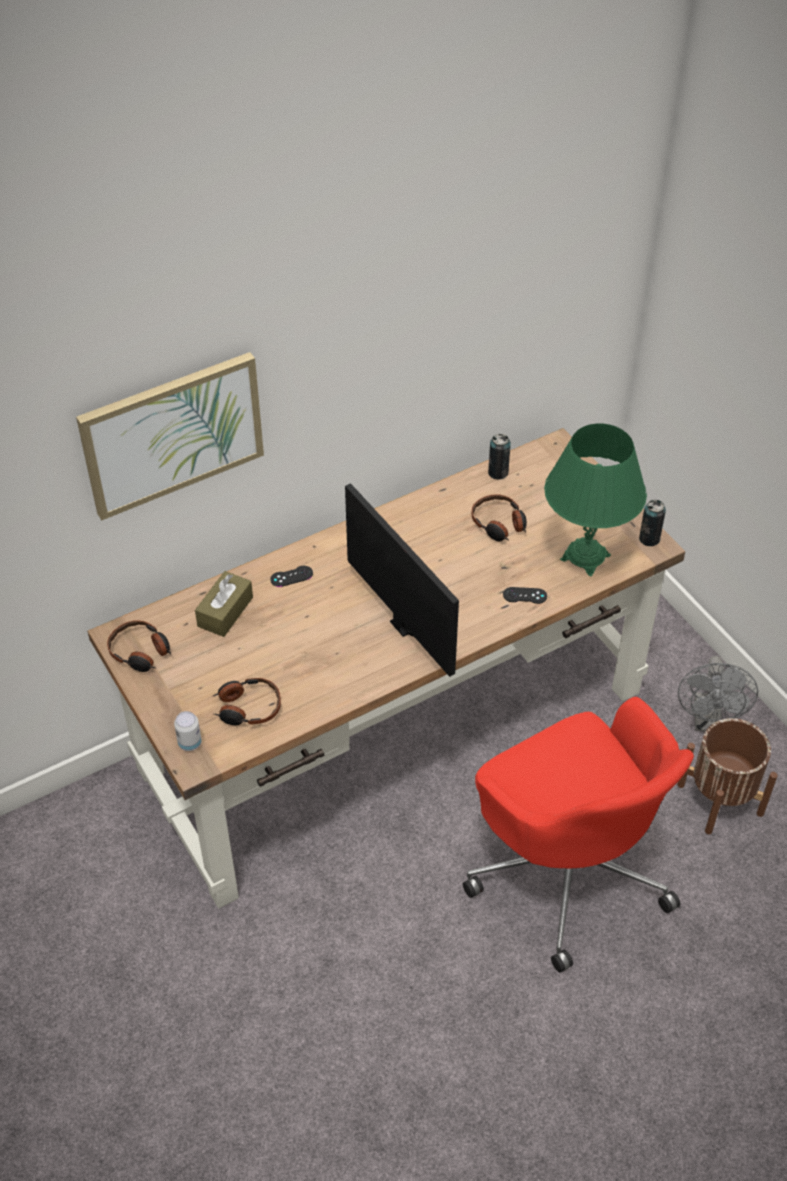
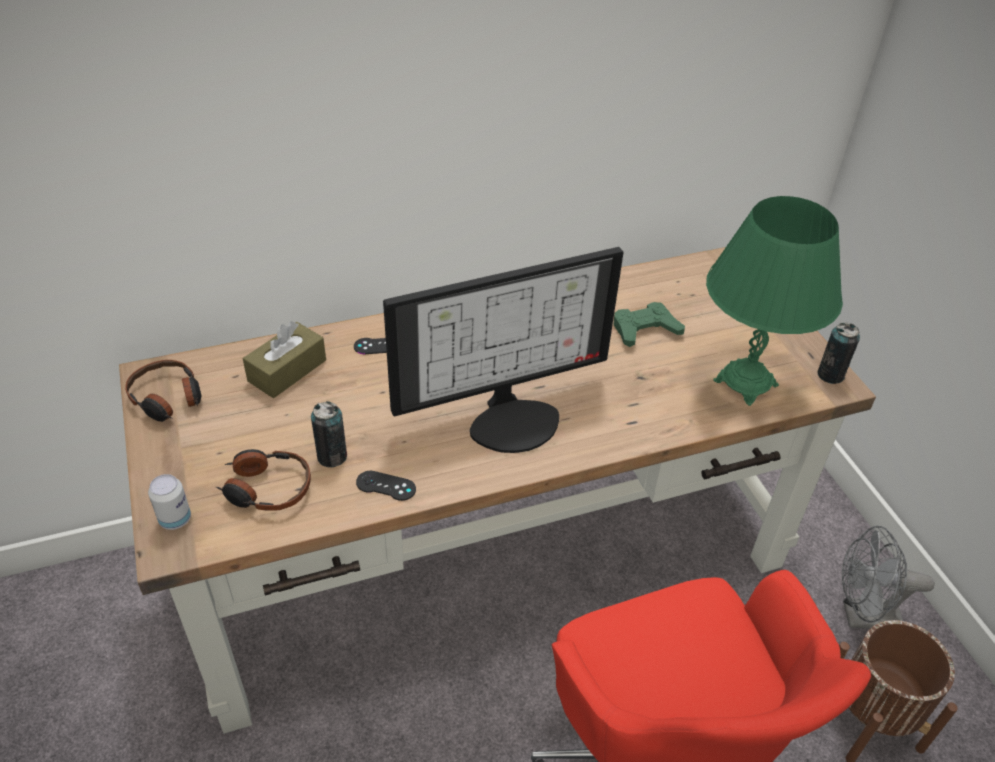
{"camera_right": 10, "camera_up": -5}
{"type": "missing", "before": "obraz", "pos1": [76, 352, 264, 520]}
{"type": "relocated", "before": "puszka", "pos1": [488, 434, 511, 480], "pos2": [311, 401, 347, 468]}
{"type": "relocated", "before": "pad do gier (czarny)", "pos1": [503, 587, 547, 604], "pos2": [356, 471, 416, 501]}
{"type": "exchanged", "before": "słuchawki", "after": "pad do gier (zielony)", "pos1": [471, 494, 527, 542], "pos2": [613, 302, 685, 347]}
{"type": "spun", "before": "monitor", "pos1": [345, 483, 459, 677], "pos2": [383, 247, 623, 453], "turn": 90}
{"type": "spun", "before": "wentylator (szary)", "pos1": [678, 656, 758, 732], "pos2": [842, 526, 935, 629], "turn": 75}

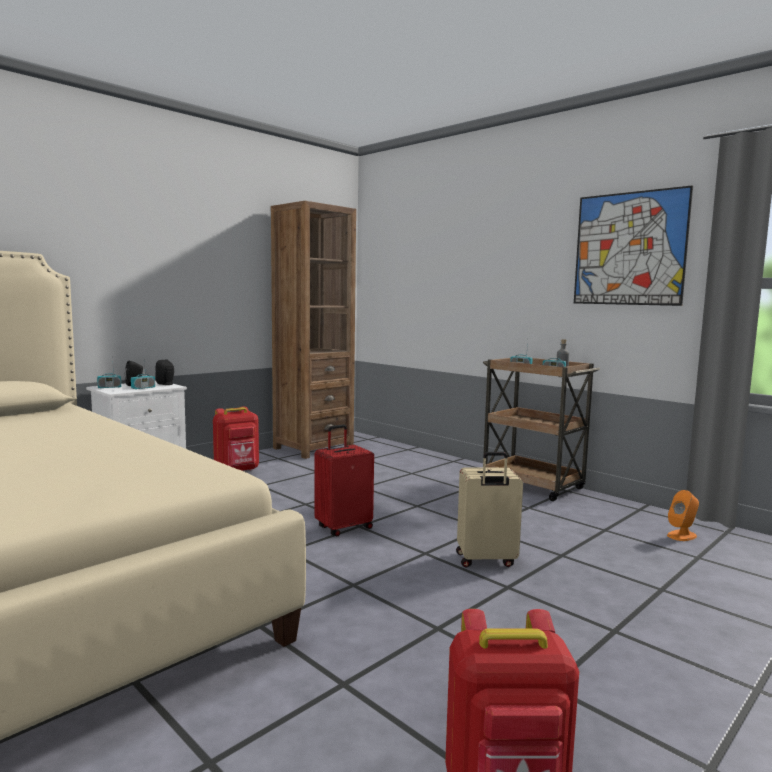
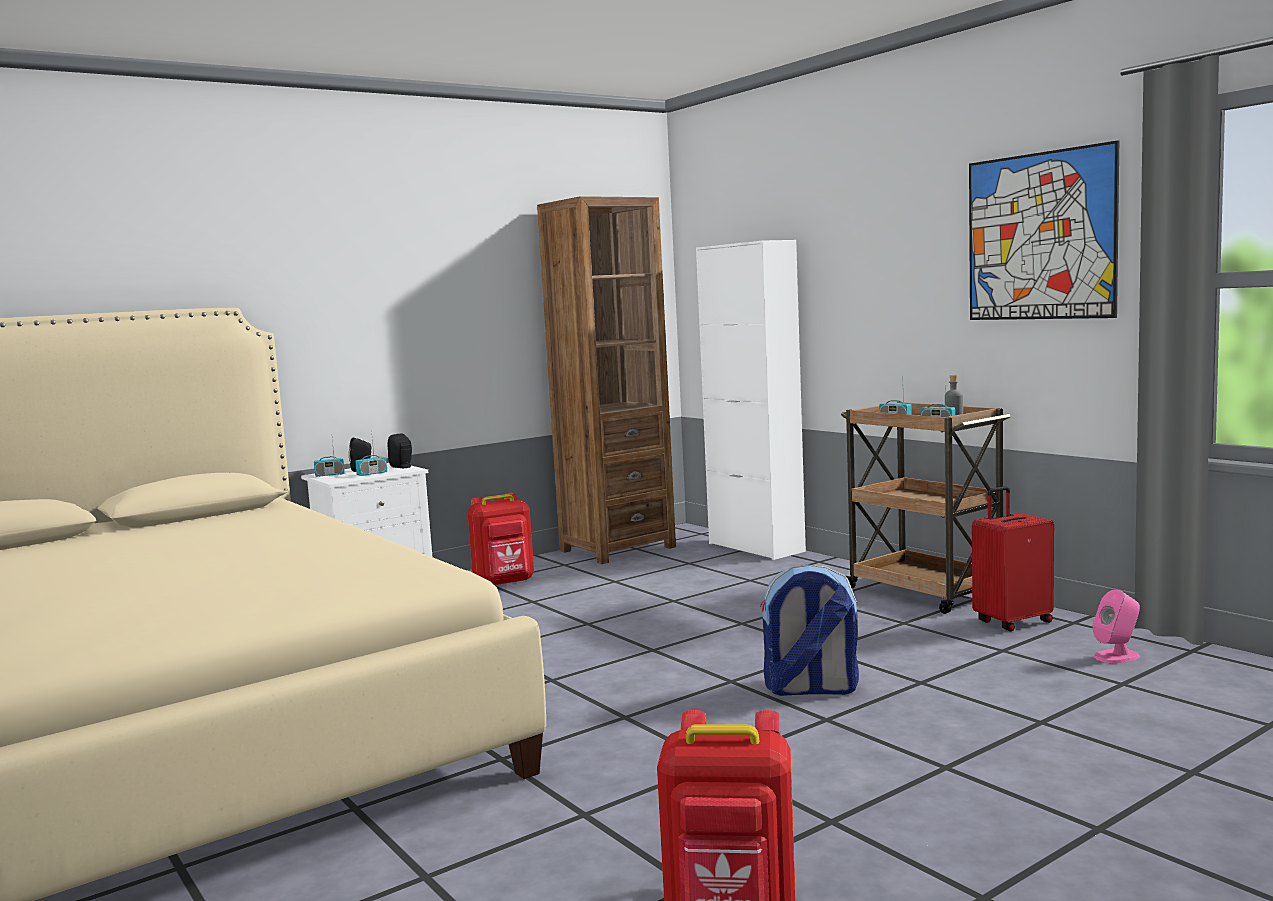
{"camera_right": 10, "camera_up": 0}
{"type": "appeared", "after": "szafka (biały)", "pos2": [696, 240, 806, 560]}
{"type": "relocated", "before": "walizka (czerwony)", "pos1": [314, 424, 374, 536], "pos2": [972, 486, 1054, 631]}
{"type": "exchanged", "before": "walizka (beżowy)", "after": "plecak", "pos1": [456, 452, 523, 567], "pos2": [760, 564, 859, 696]}
{"type": "colour", "before": "głośnik (pomarańczowy)", "after": "głośnik (różowy)", "pos1": [667, 490, 699, 541], "pos2": [1093, 590, 1140, 663]}

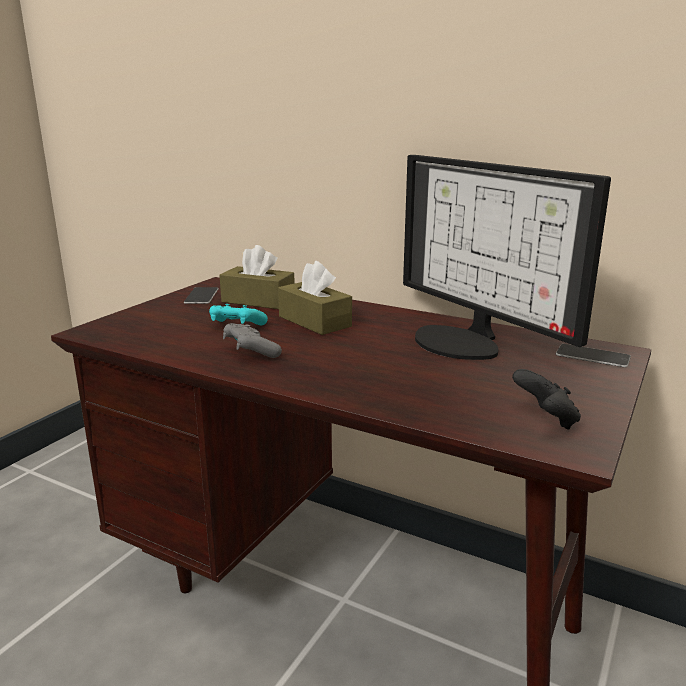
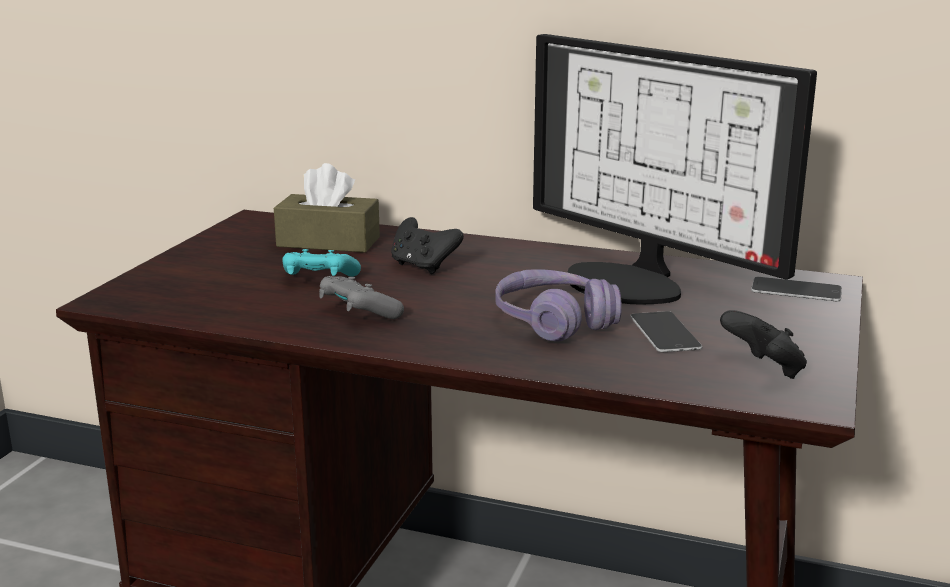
{"camera_right": -10, "camera_up": 0}
{"type": "appeared", "after": "słuchawki (fioletowy)", "pos2": [495, 269, 622, 342]}
{"type": "relocated", "before": "telefon", "pos1": [184, 287, 219, 304], "pos2": [630, 311, 702, 352]}
{"type": "exchanged", "before": "pudełko chusteczek (brązowy)", "after": "pad do gier (czarny)", "pos1": [278, 261, 352, 335], "pos2": [391, 217, 464, 274]}

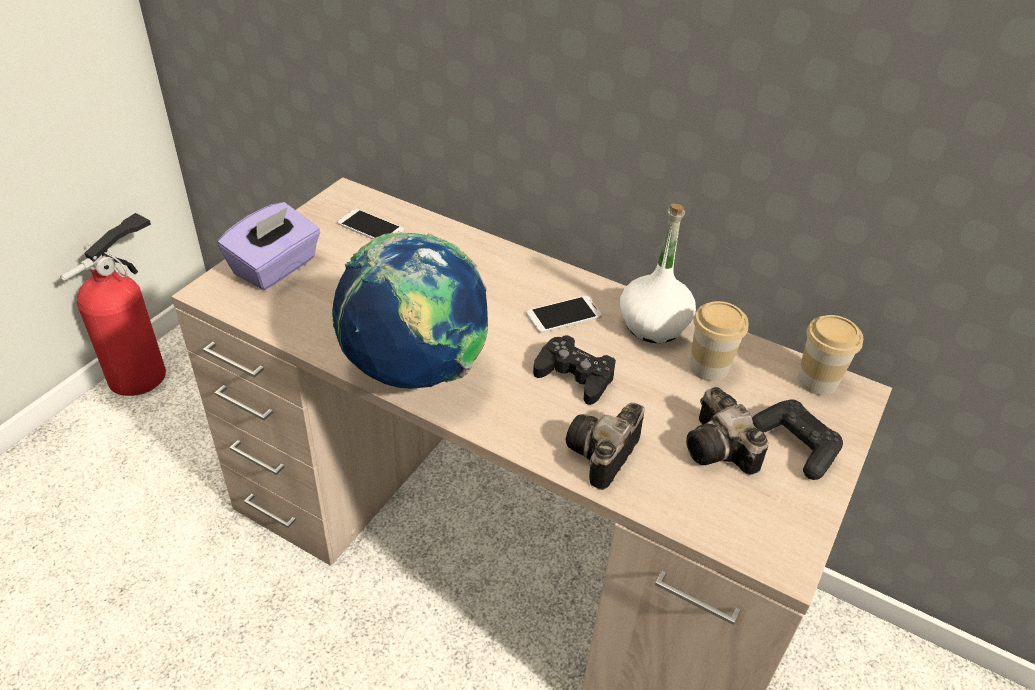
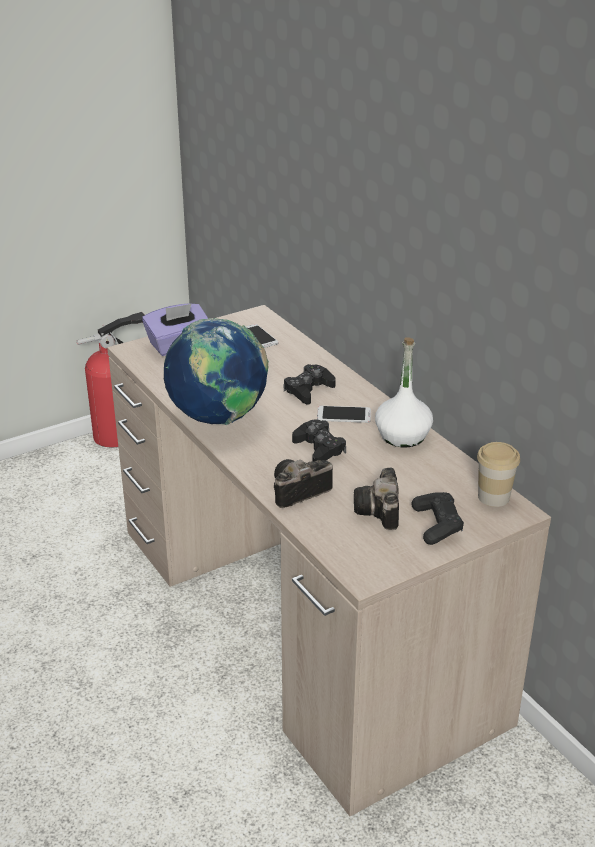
{"camera_right": 30, "camera_up": -10}
{"type": "missing", "before": "filiżanka", "pos1": [690, 301, 749, 381]}
{"type": "appeared", "after": "pad do gier (czarny)", "pos2": [284, 364, 336, 405]}

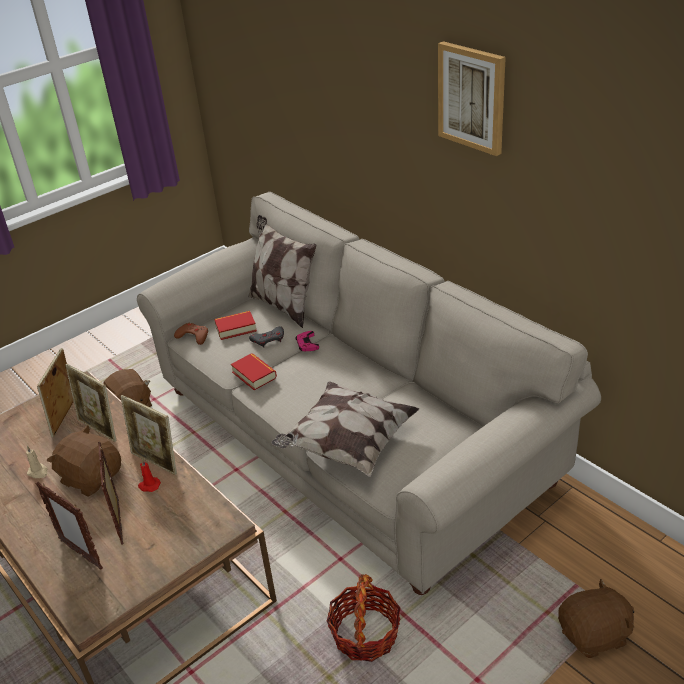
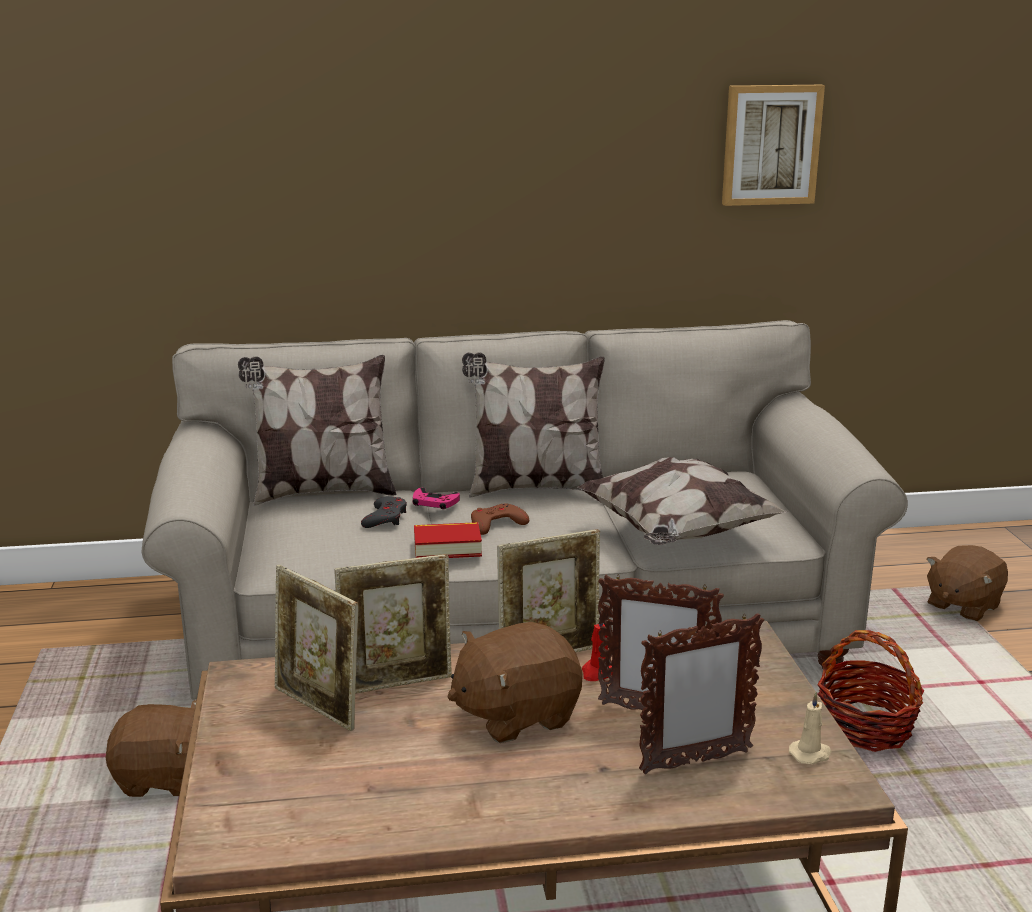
{"camera_right": -60, "camera_up": -15}
{"type": "missing", "before": "książka", "pos1": [214, 311, 257, 340]}
{"type": "appeared", "after": "poduszka", "pos2": [462, 352, 605, 498]}
{"type": "relocated", "before": "świeca (beżowy)", "pos1": [26, 446, 47, 478], "pos2": [789, 692, 832, 764]}
{"type": "relocated", "before": "pad do gier (brązowy)", "pos1": [174, 323, 208, 345], "pos2": [471, 503, 529, 535]}
{"type": "relocated", "before": "obraz", "pos1": [438, 41, 506, 156], "pos2": [722, 85, 825, 206]}
{"type": "spun", "before": "pluszak (brązowy)", "pos1": [558, 579, 634, 658], "pos2": [927, 545, 1008, 621], "turn": -150}

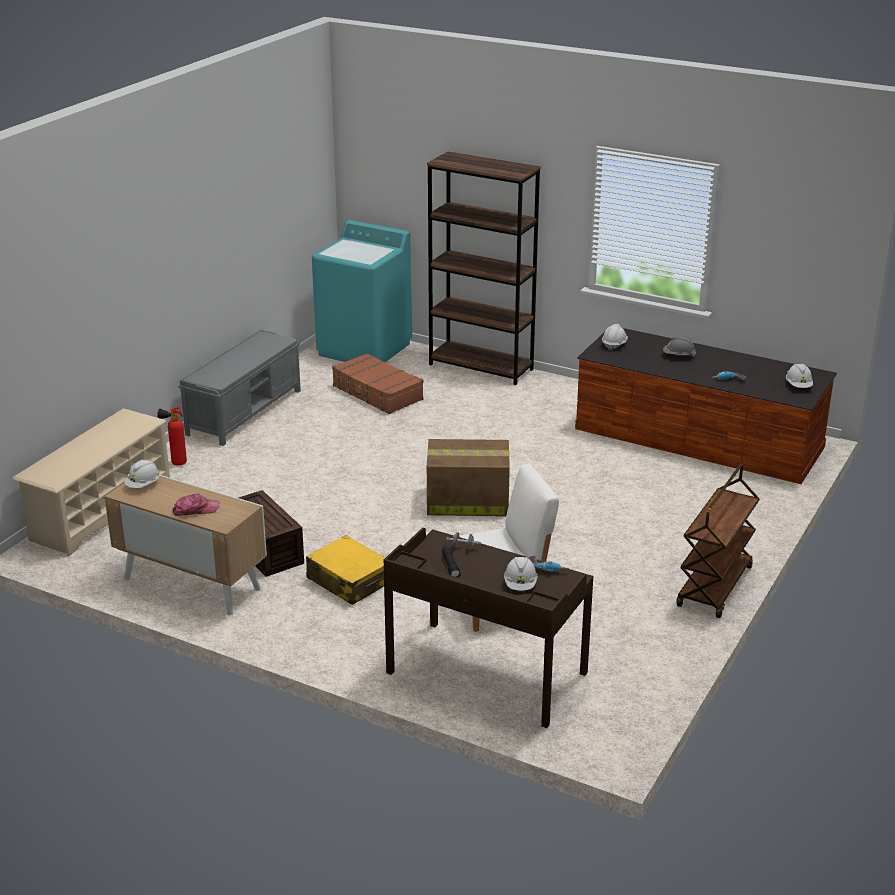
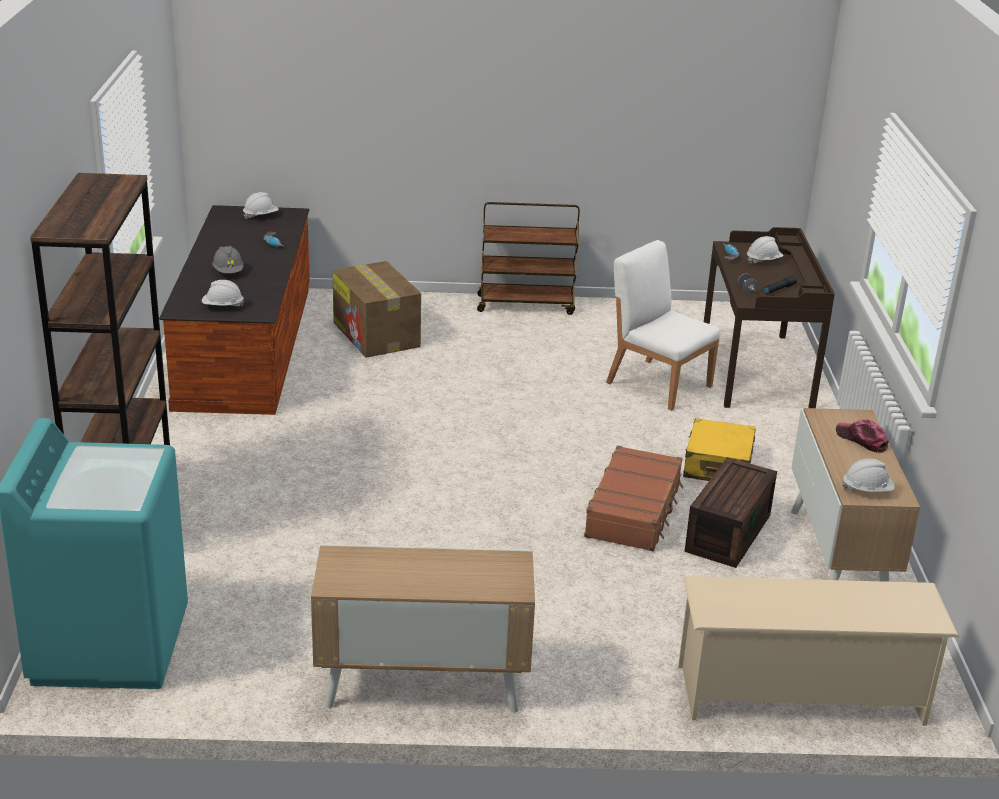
{"camera_right": -120, "camera_up": 0}
{"type": "missing", "before": "gaśnica", "pos1": [157, 407, 187, 466]}
{"type": "relocated", "before": "walizka (brązowy)", "pos1": [332, 353, 424, 414], "pos2": [584, 445, 683, 551]}
{"type": "relocated", "before": "karton", "pos1": [427, 439, 510, 516], "pos2": [333, 261, 421, 358]}
{"type": "exchanged", "before": "ławka (szary)", "after": "szafka", "pos1": [179, 330, 301, 446], "pos2": [311, 544, 535, 713]}

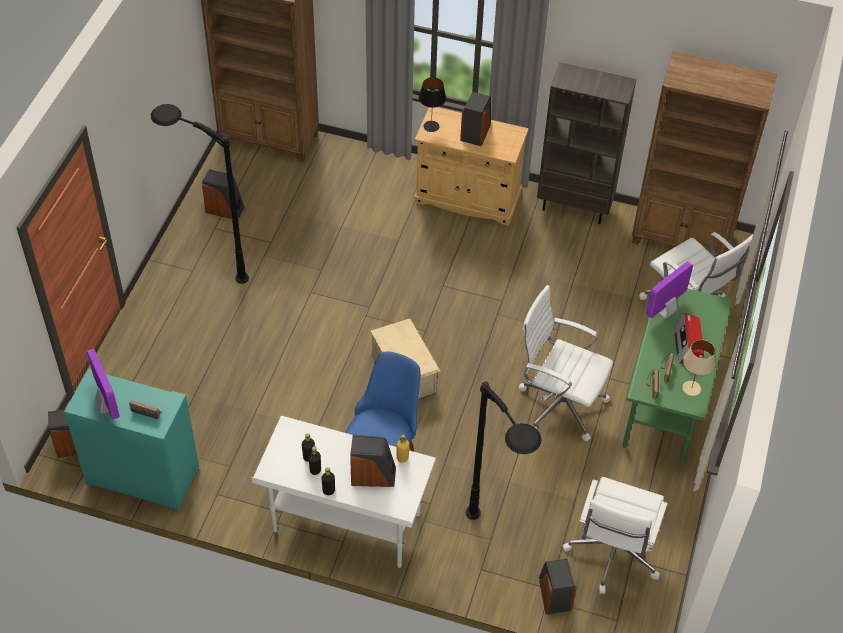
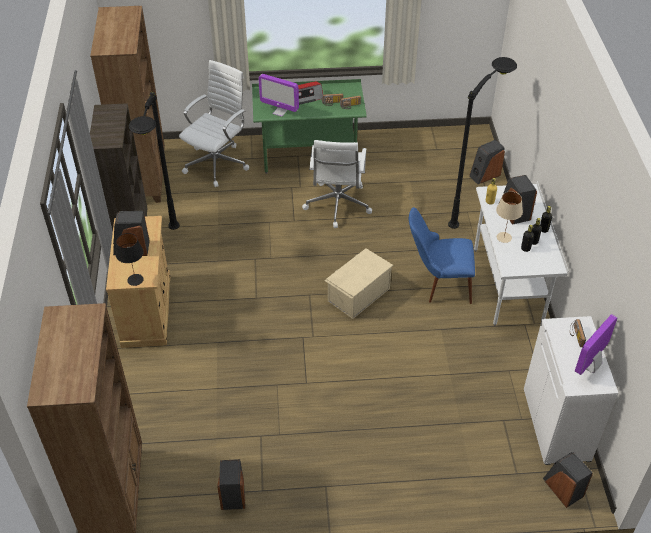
{"camera_right": -110, "camera_up": -5}
{"type": "missing", "before": "krzesło biurowe (biały)", "pos1": [562, 477, 668, 594]}
{"type": "relocated", "before": "lampa stojąca (czarny)", "pos1": [151, 104, 249, 284], "pos2": [129, 92, 180, 230]}
{"type": "relocated", "before": "lampa stołowa (beżowy)", "pos1": [682, 340, 715, 396], "pos2": [496, 191, 523, 243]}
{"type": "colour", "before": "szafka (turkusowy)", "after": "szafka (biały)", "pos1": [64, 368, 199, 511], "pos2": [524, 316, 618, 465]}

